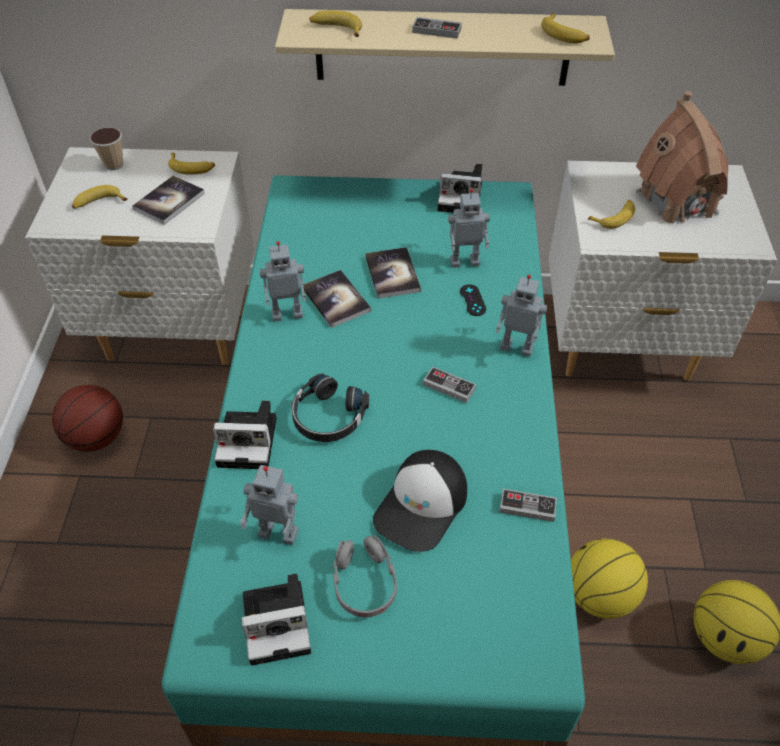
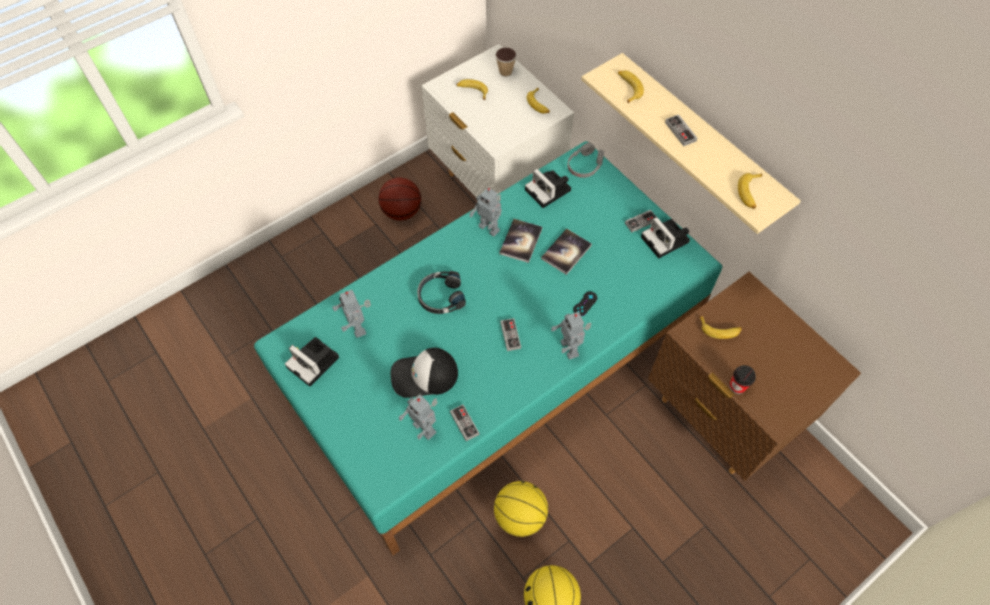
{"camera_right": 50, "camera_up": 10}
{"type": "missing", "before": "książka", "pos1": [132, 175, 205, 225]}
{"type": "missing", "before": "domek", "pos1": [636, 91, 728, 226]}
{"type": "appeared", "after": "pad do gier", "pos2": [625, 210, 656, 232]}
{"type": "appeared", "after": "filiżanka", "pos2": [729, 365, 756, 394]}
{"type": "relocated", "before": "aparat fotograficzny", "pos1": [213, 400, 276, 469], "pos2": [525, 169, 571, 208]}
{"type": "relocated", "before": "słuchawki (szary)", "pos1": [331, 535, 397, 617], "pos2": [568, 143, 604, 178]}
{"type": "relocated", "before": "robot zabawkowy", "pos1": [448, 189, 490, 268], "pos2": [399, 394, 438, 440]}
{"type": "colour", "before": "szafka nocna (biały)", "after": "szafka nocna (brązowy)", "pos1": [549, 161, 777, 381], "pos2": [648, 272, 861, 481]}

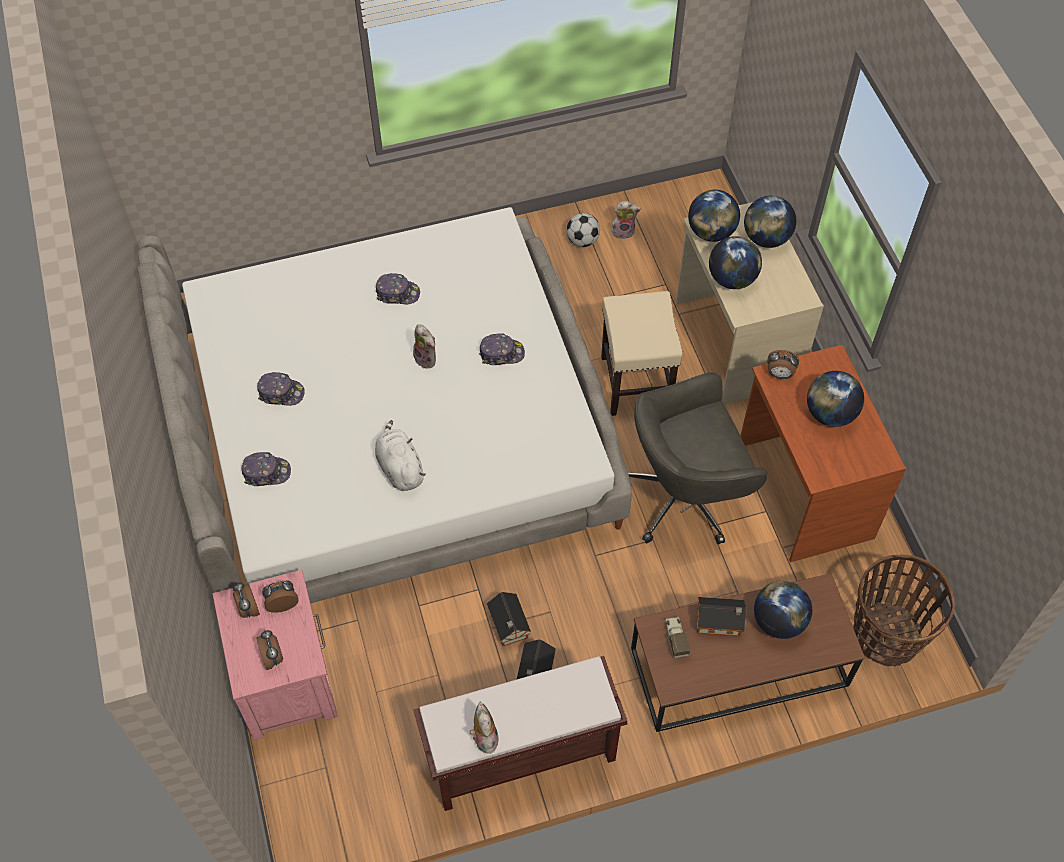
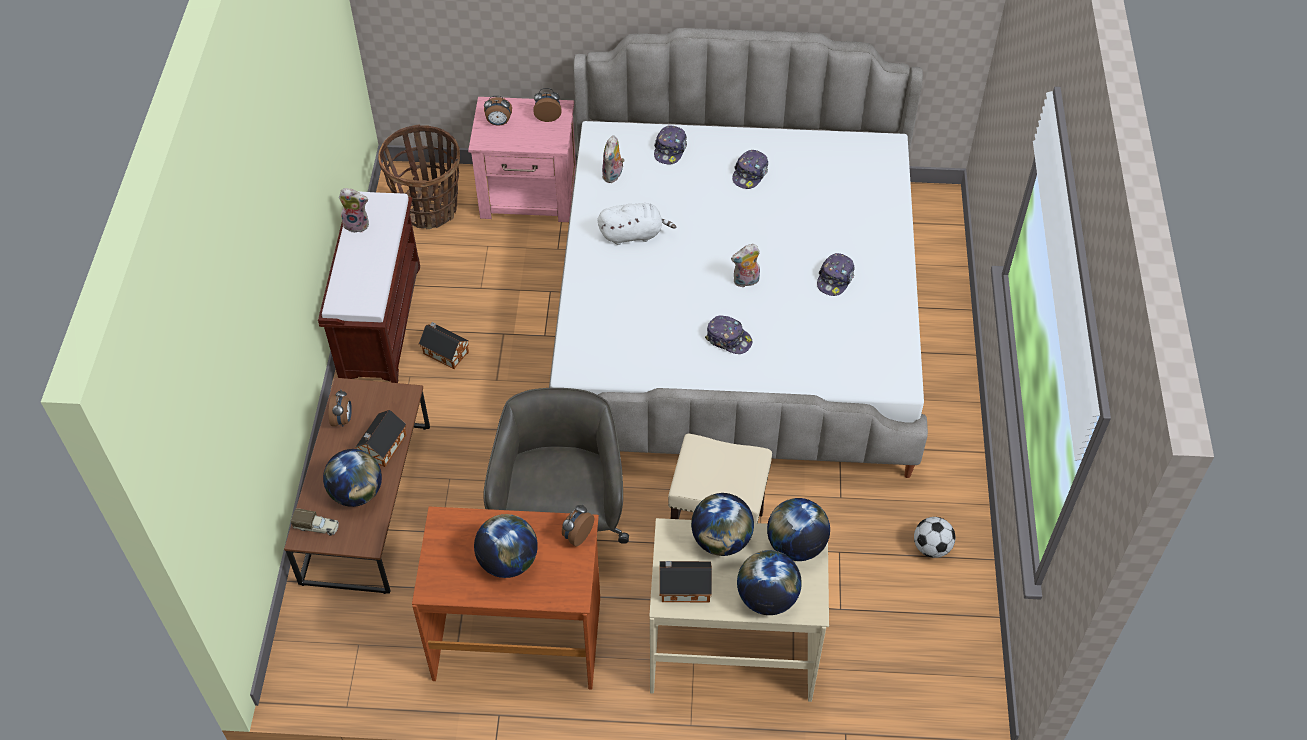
{"camera_right": 110, "camera_up": -5}
{"type": "relocated", "before": "budzik", "pos1": [262, 580, 299, 613], "pos2": [328, 389, 352, 427]}
{"type": "relocated", "before": "domek", "pos1": [487, 592, 531, 646], "pos2": [659, 561, 712, 603]}
{"type": "relocated", "before": "pluszak", "pos1": [612, 201, 641, 239], "pos2": [602, 135, 625, 183]}
{"type": "relocated", "before": "ciężarówka zabawkowa", "pos1": [665, 616, 690, 658], "pos2": [291, 508, 339, 536]}
{"type": "relocated", "before": "koszyk", "pos1": [853, 555, 954, 667], "pos2": [378, 124, 460, 229]}
{"type": "spun", "before": "czapka z daszkiem", "pos1": [479, 334, 525, 365], "pos2": [705, 315, 752, 354], "turn": -75}

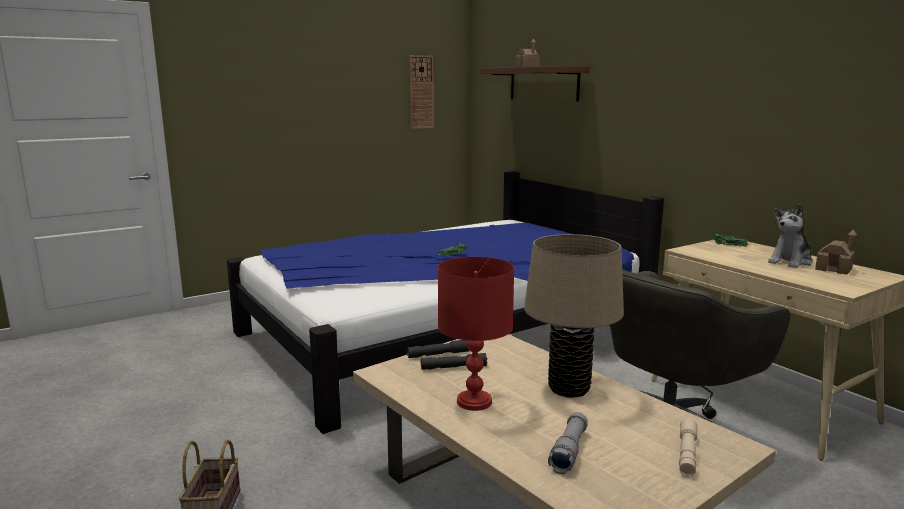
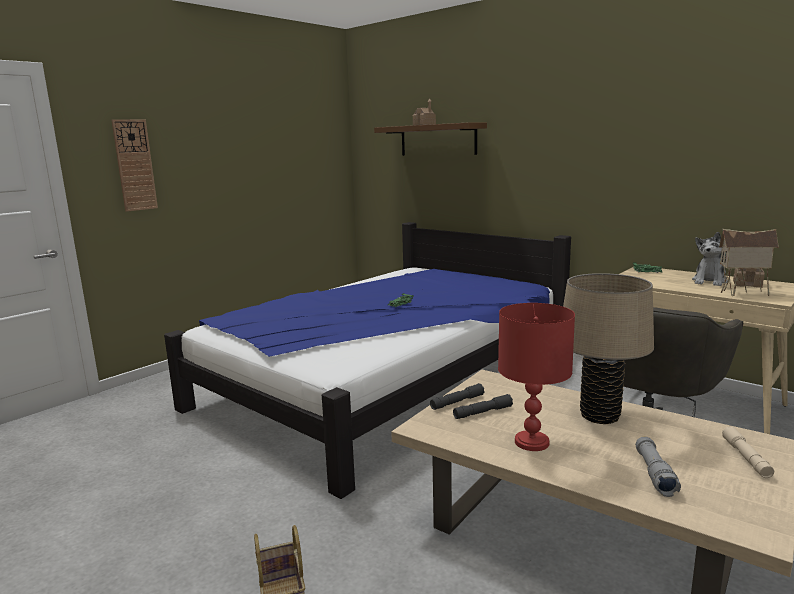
{"camera_right": -15, "camera_up": 0}
{"type": "appeared", "after": "domek", "pos2": [719, 229, 779, 296]}
{"type": "relocated", "before": "zegar ścienny", "pos1": [409, 55, 434, 129], "pos2": [111, 119, 158, 212]}

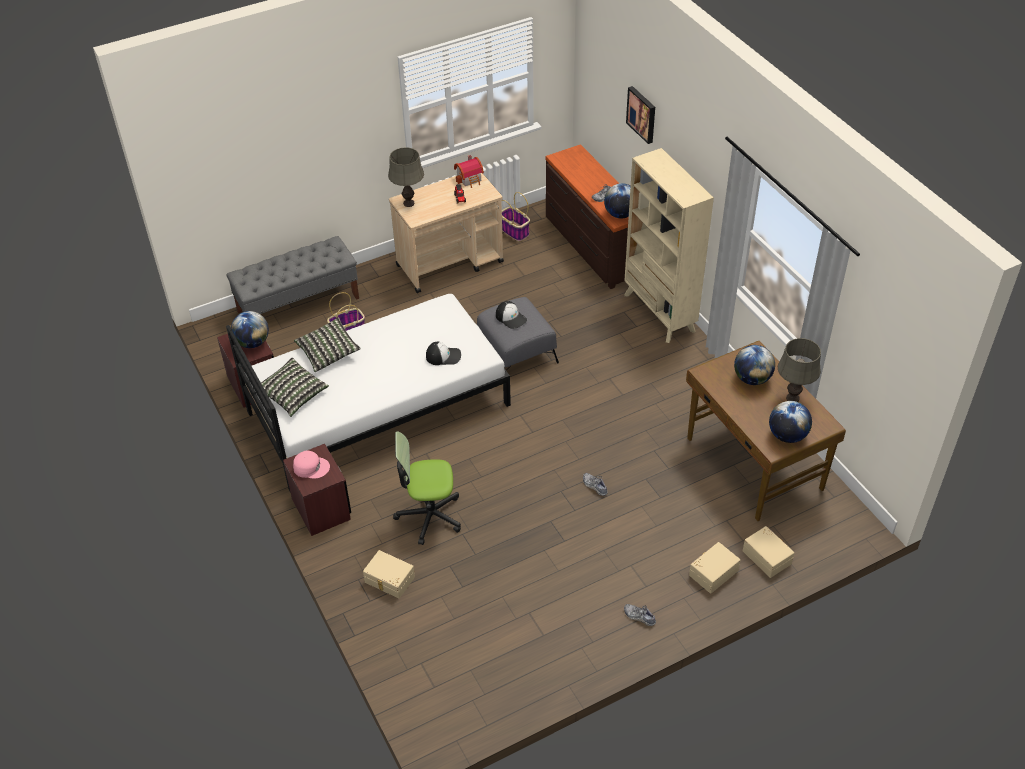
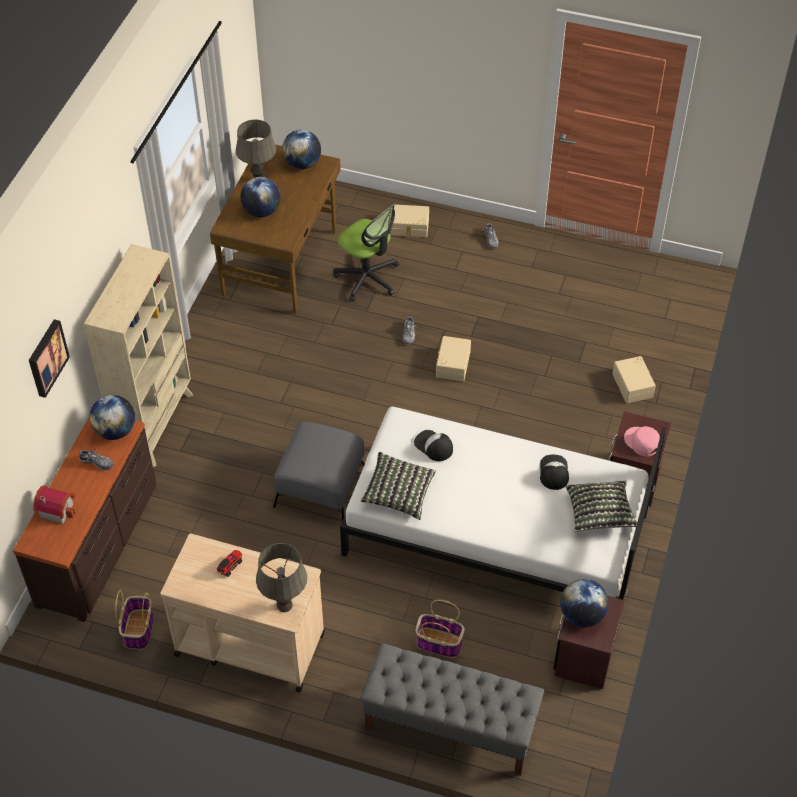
{"camera_right": -135, "camera_up": 5}
{"type": "relocated", "before": "poduszka", "pos1": [294, 317, 361, 372], "pos2": [361, 452, 436, 520]}
{"type": "relocated", "before": "krzesło biurowe", "pos1": [393, 431, 461, 545], "pos2": [333, 203, 399, 302]}
{"type": "relocated", "before": "domek", "pos1": [454, 155, 484, 188], "pos2": [33, 485, 75, 524]}
{"type": "relocated", "before": "czapka z daszkiem", "pos1": [496, 301, 527, 329], "pos2": [540, 455, 569, 490]}
{"type": "relocated", "before": "pojemnik do przechowywania (beżowy)", "pos1": [743, 526, 794, 578], "pos2": [436, 336, 471, 381]}

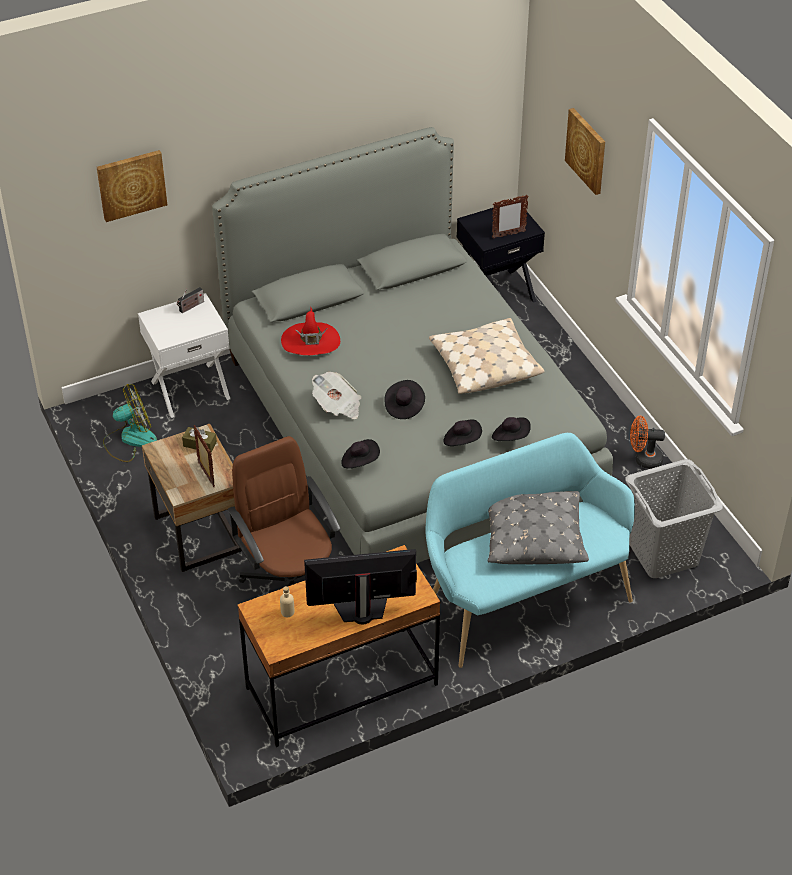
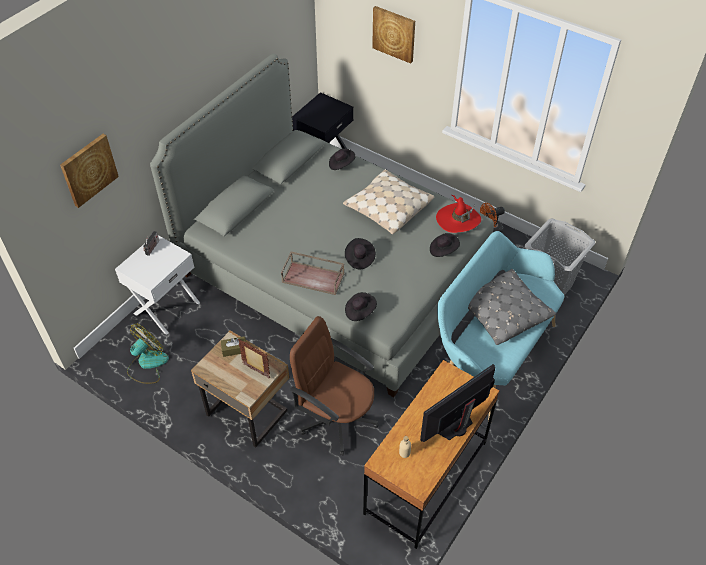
{"camera_right": -30, "camera_up": 5}
{"type": "missing", "before": "ramka na zdjęcie", "pos1": [492, 195, 529, 239]}
{"type": "relocated", "before": "kapelusz (czerwony)", "pos1": [281, 308, 340, 355], "pos2": [436, 195, 481, 233]}
{"type": "relocated", "before": "kapelusz (czarny)", "pos1": [443, 419, 482, 446], "pos2": [329, 148, 355, 170]}
{"type": "exchanged", "before": "gazeta", "after": "taca (brązowy)", "pos1": [312, 372, 361, 419], "pos2": [281, 251, 345, 295]}

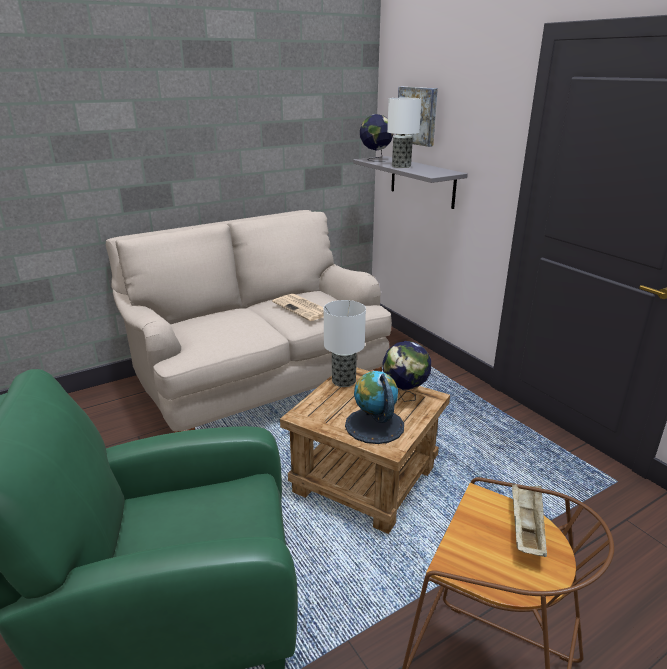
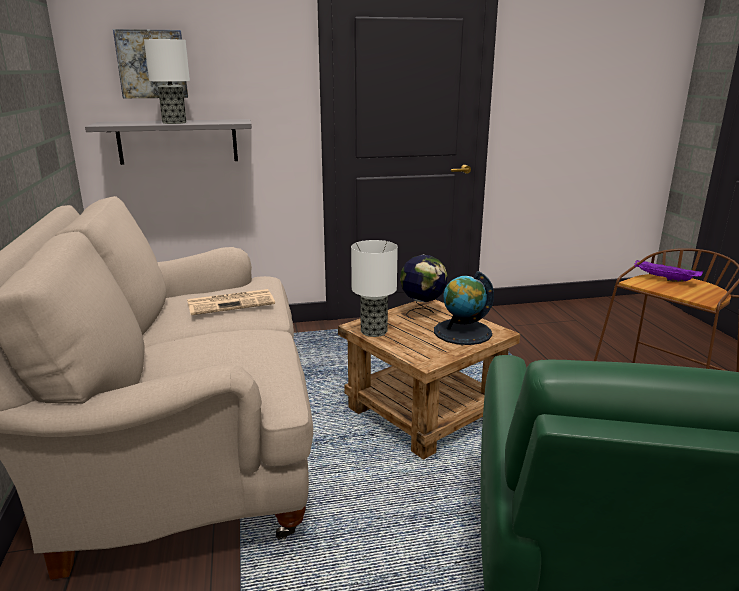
{"camera_right": -70, "camera_up": -5}
{"type": "missing", "before": "globus", "pos1": [360, 114, 393, 162]}
{"type": "colour", "before": "taca (beżowy)", "after": "taca (fioletowy)", "pos1": [512, 483, 547, 557], "pos2": [634, 260, 703, 282]}

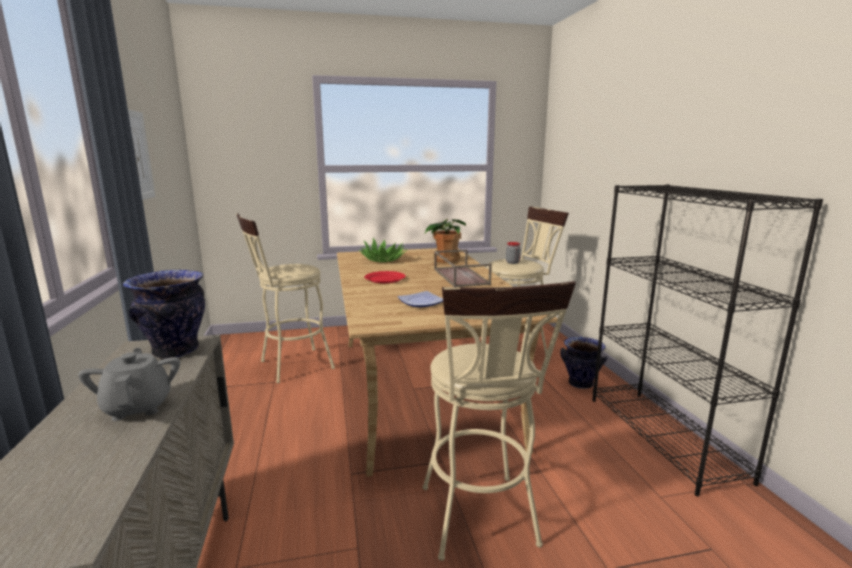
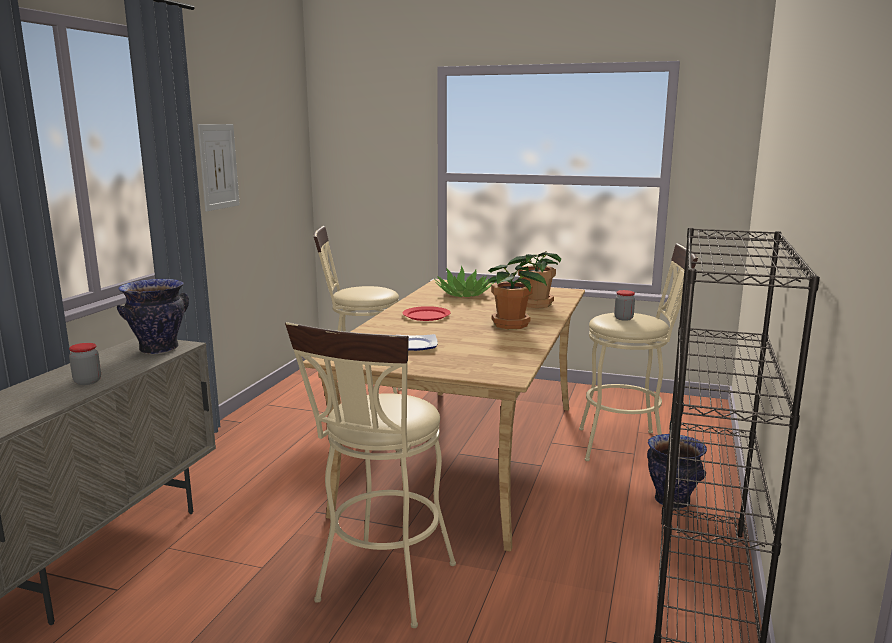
{"camera_right": 30, "camera_up": 0}
{"type": "exchanged", "before": "imbryk (szary)", "after": "słoik", "pos1": [78, 348, 180, 421], "pos2": [69, 343, 101, 385]}
{"type": "exchanged", "before": "taca (brązowy)", "after": "roślina doniczkowa", "pos1": [434, 249, 492, 287], "pos2": [486, 265, 547, 329]}

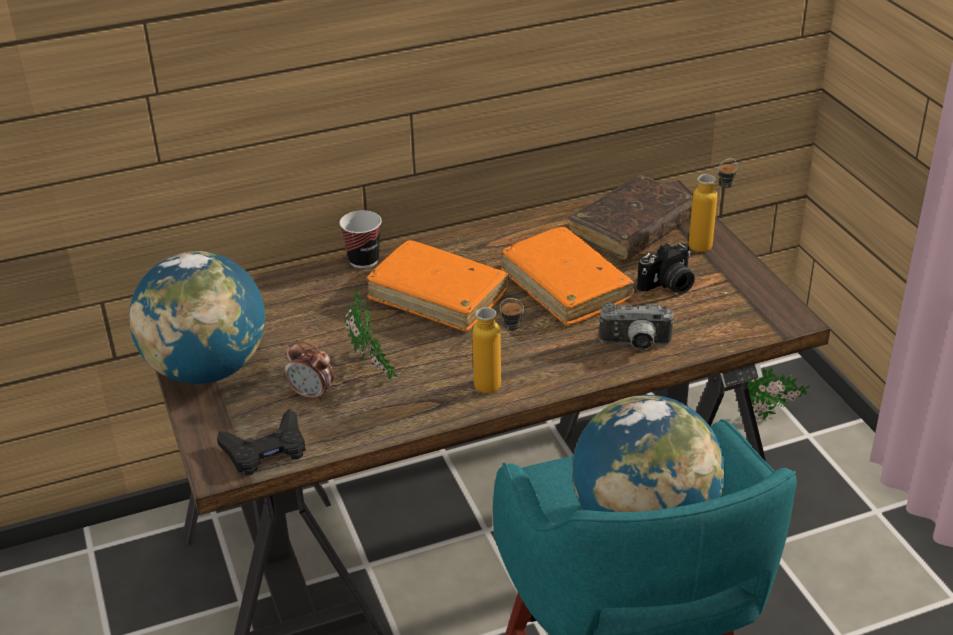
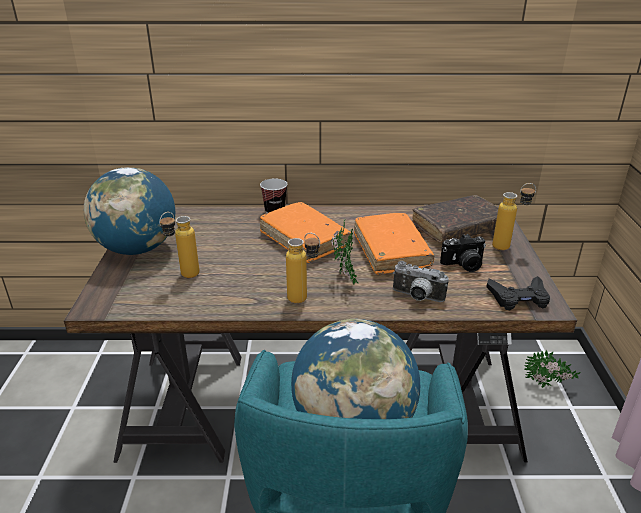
{"camera_right": 20, "camera_up": -5}
{"type": "relocated", "before": "pad do gier (czarny)", "pos1": [217, 409, 306, 475], "pos2": [486, 276, 550, 310]}
{"type": "relocated", "before": "roślina doniczkowa", "pos1": [345, 291, 399, 379], "pos2": [331, 218, 359, 284]}
{"type": "exchanged", "before": "budzik", "after": "butelka", "pos1": [284, 341, 334, 402], "pos2": [159, 212, 200, 278]}

